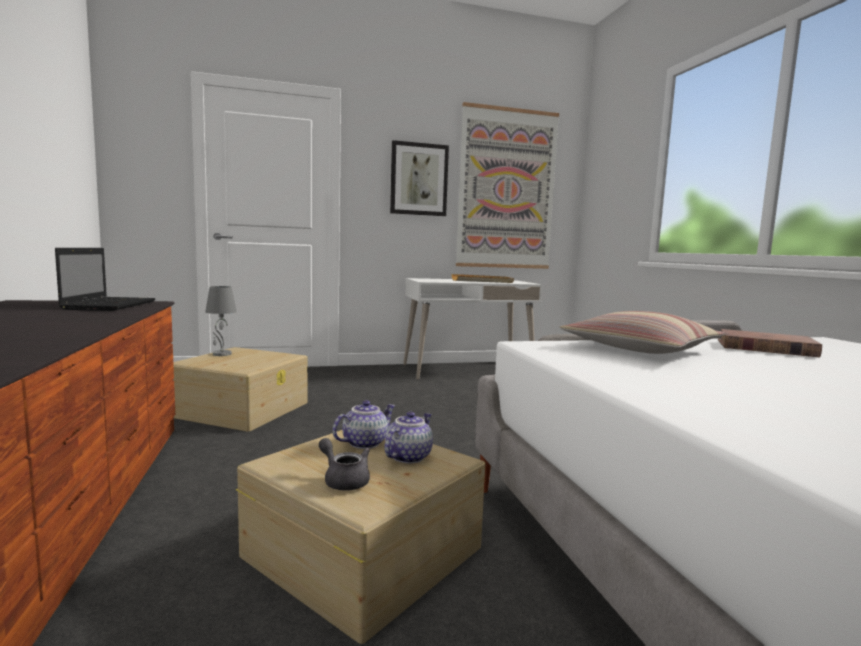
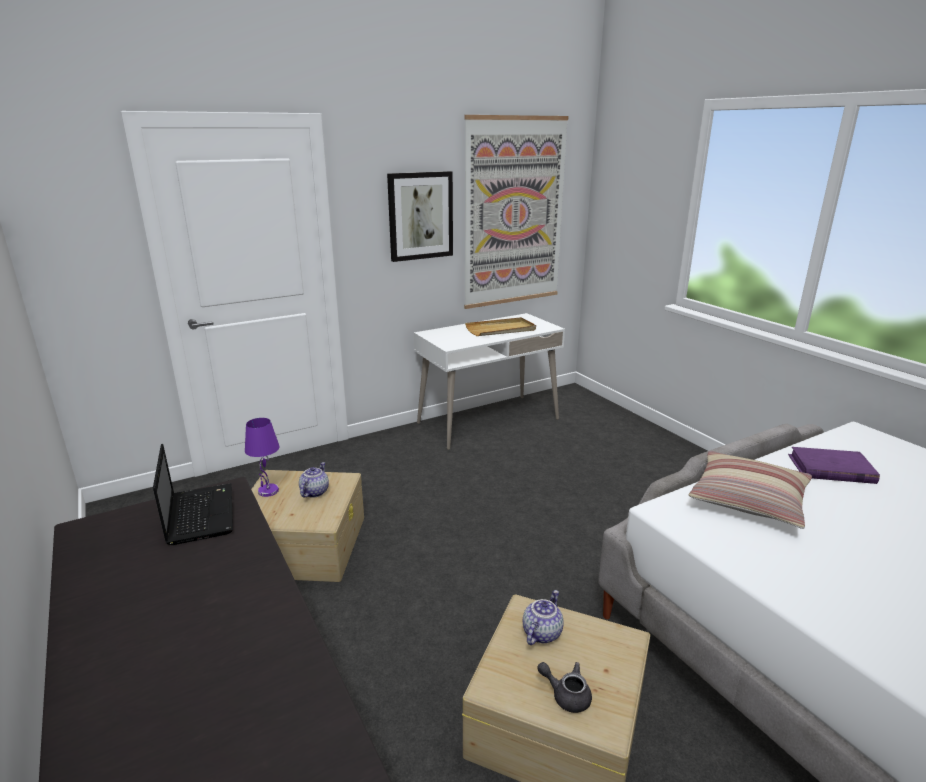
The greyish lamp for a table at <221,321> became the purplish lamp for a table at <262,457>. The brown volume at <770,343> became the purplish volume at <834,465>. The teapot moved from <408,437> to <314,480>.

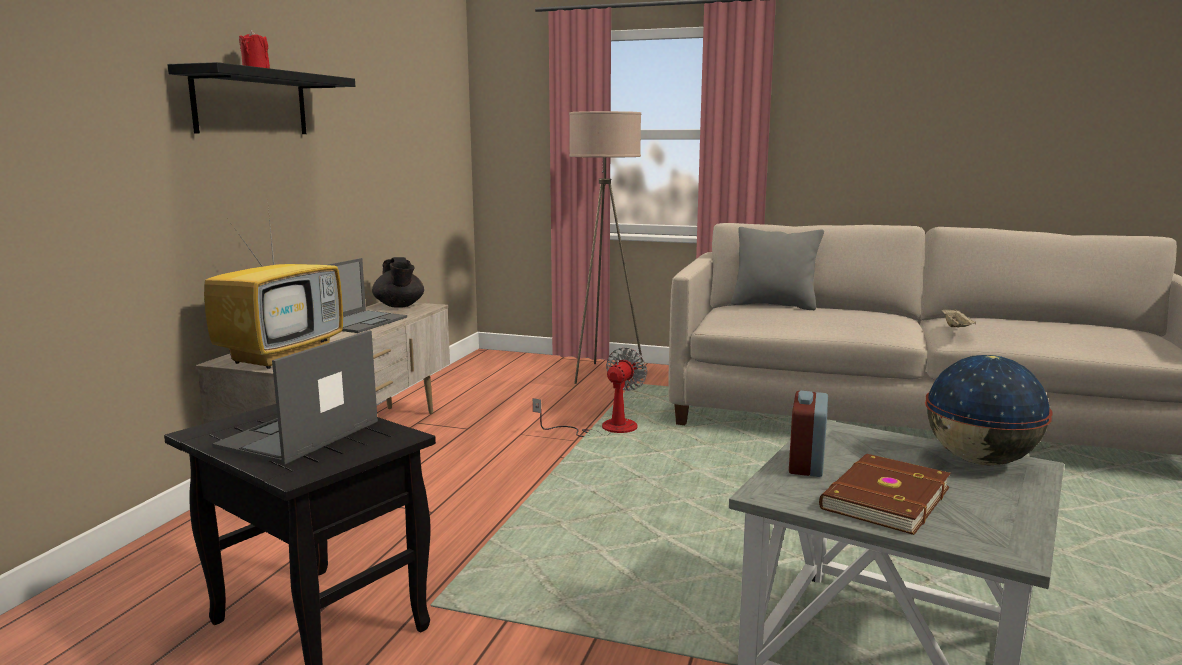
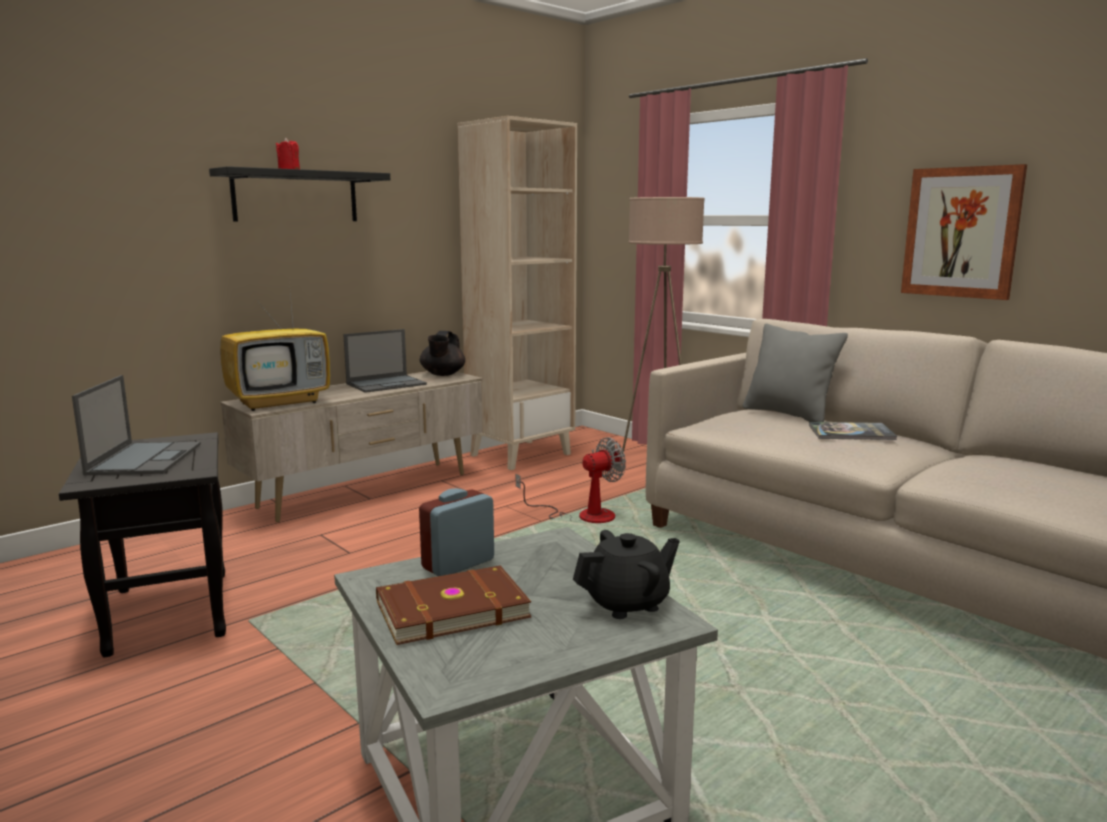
The sand-coloured tray at <958,317> disappeared. The portable computer at <295,397> turned 120 degrees clockwise. The globe at <989,410> was replaced by the blackish teapot at <626,574>. The sand-coloured bookshelf at <517,293> appeared. The picture at <964,232> appeared. The volume at <853,431> appeared.

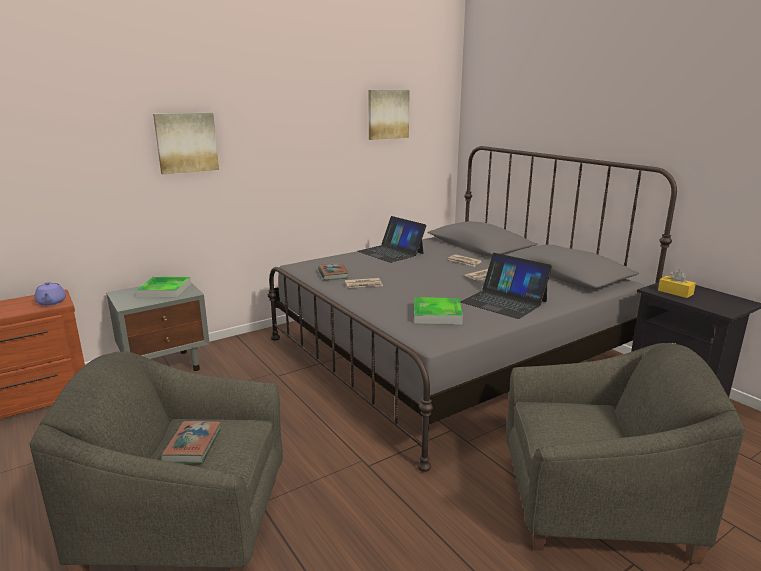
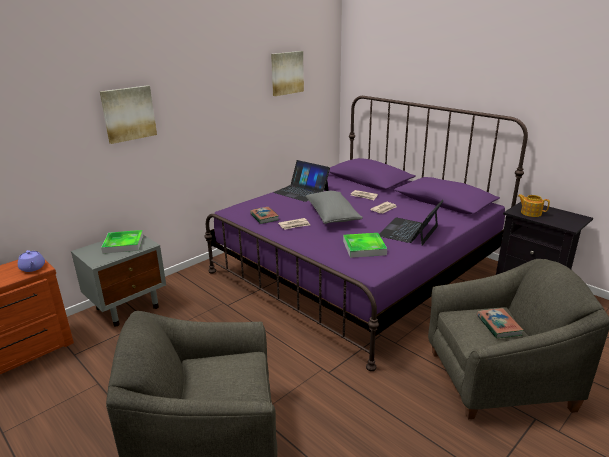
The greyish bed at <472,309> became the purplish bed at <366,233>. The portable computer at <506,286> turned 90 degrees clockwise. The yellow-coloured box of tissues at <677,283> was replaced by the teapot at <534,205>. The volume moved from <190,442> to <500,323>. The greyish throw pillow at <334,207> appeared.

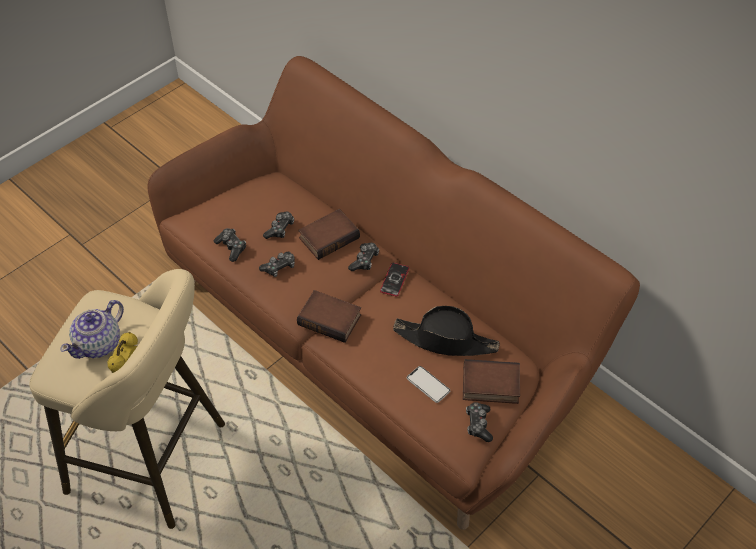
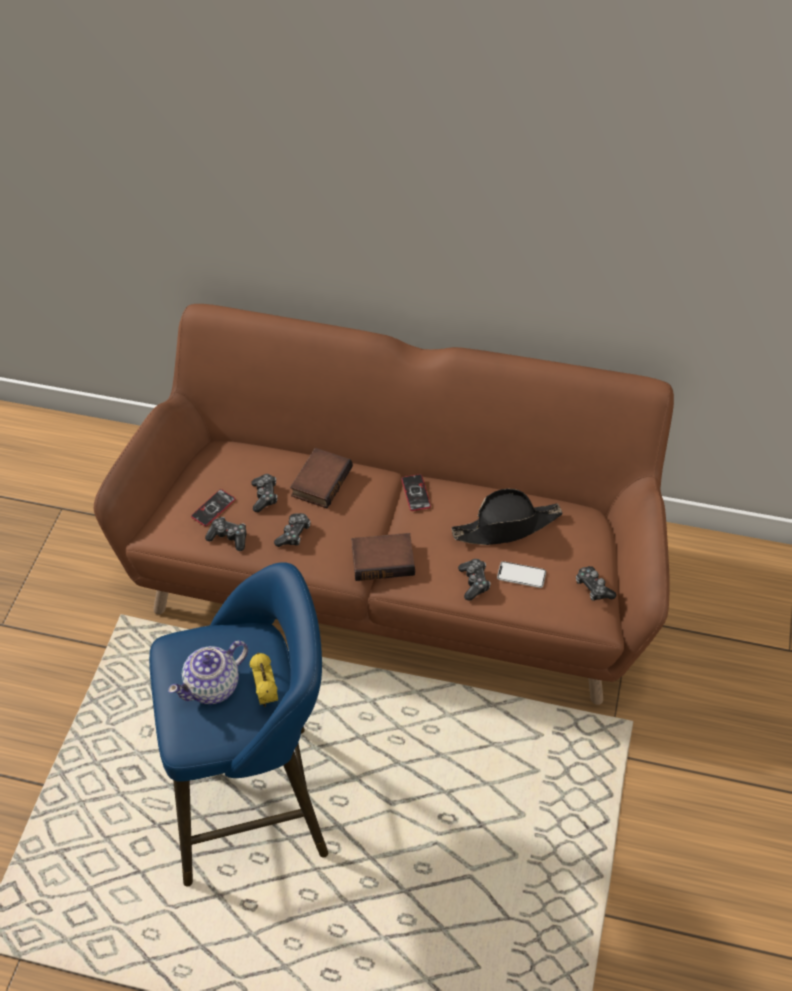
The game controller moved from <363,257> to <474,579>. The sand-coloured sitting stool at <127,399> became the bluish sitting stool at <238,724>. The teapot at <92,329> turned 45 degrees clockwise. The volume at <491,381> disappeared. The telephone at <213,507> appeared.

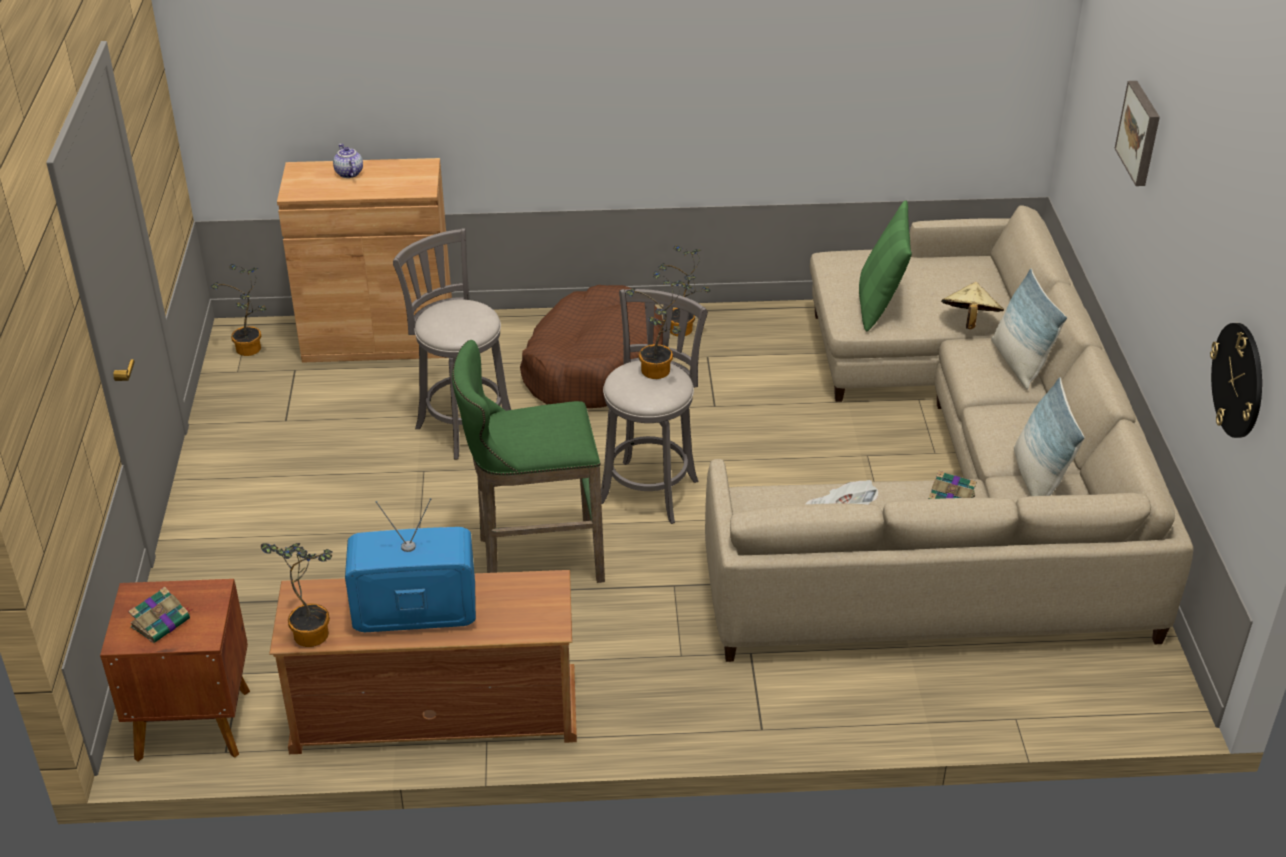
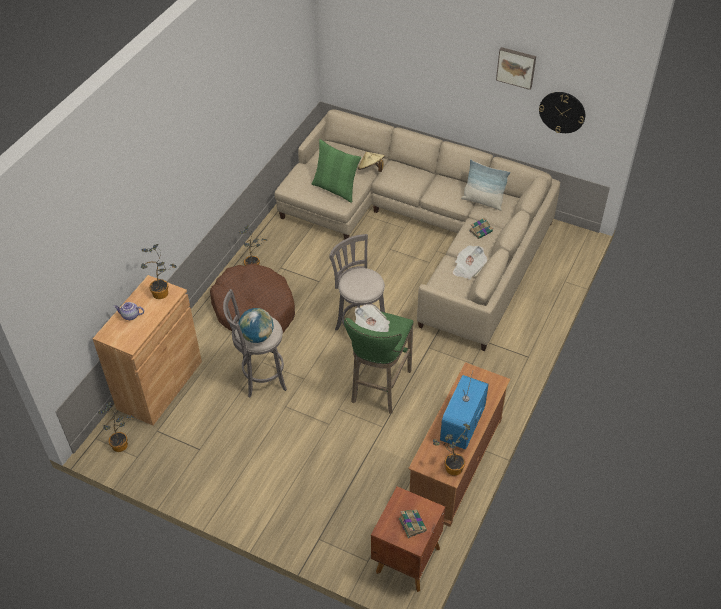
The picture moved from <1137,133> to <516,68>. The throw pillow at <1029,329> disappeared. The potted plant moved from <655,325> to <158,271>. The printed paper at <372,318> appeared. The globe at <256,325> appeared.

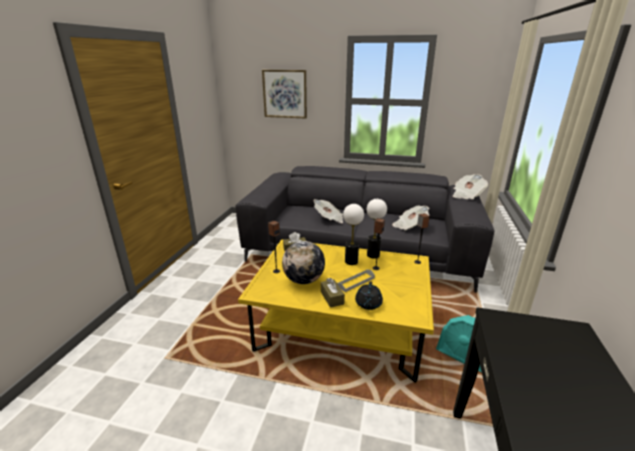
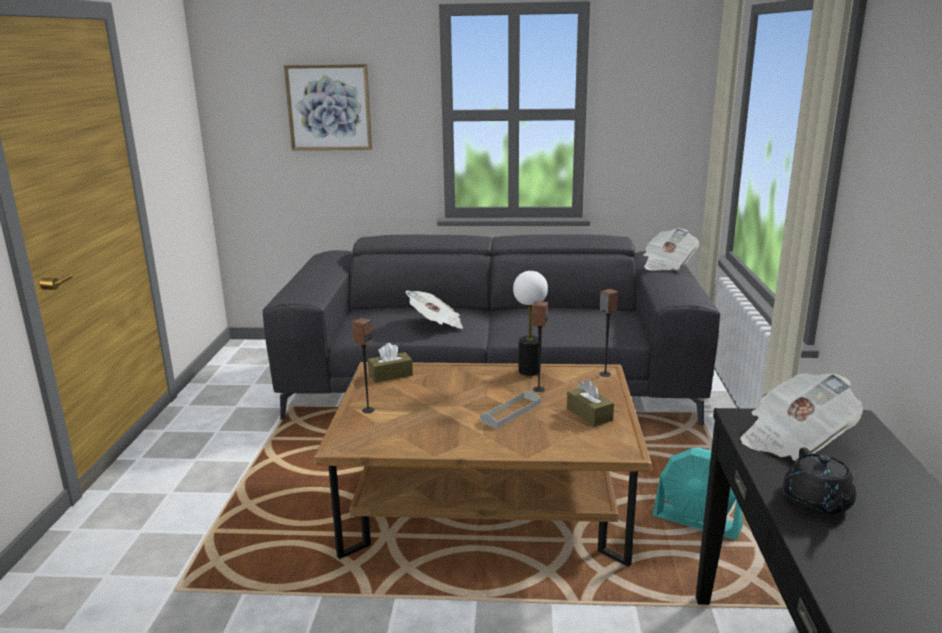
The lamp for a table at <353,234> disappeared. The printed paper moved from <411,218> to <801,417>. The yellow-coloured lounge table at <336,311> became the brown lounge table at <483,464>. The globe at <303,262> disappeared. The brown box of tissues moved from <333,293> to <590,403>. The blackish teapot moved from <369,295> to <819,481>.

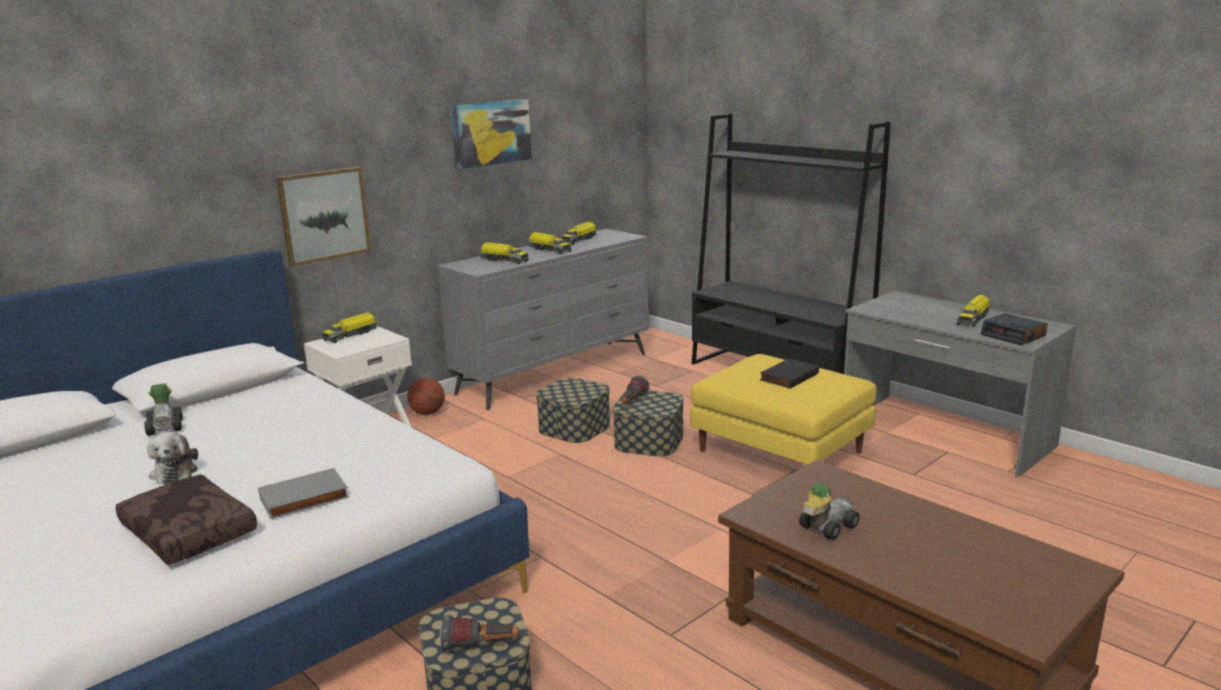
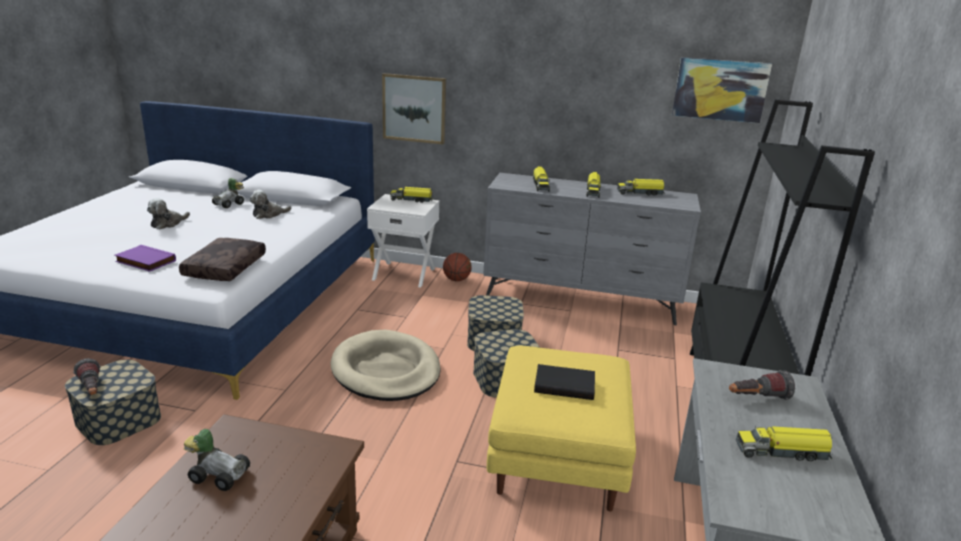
The picture moved from <491,134> to <722,90>. The alarm clock at <1014,329> disappeared. The hand torch moved from <635,389> to <762,385>. The greyish volume at <303,493> became the purplish volume at <145,258>. The brown throw pillow moved from <186,519> to <222,259>. The cuddly toy at <270,204> appeared. The sand-coloured dog bed at <386,365> appeared.

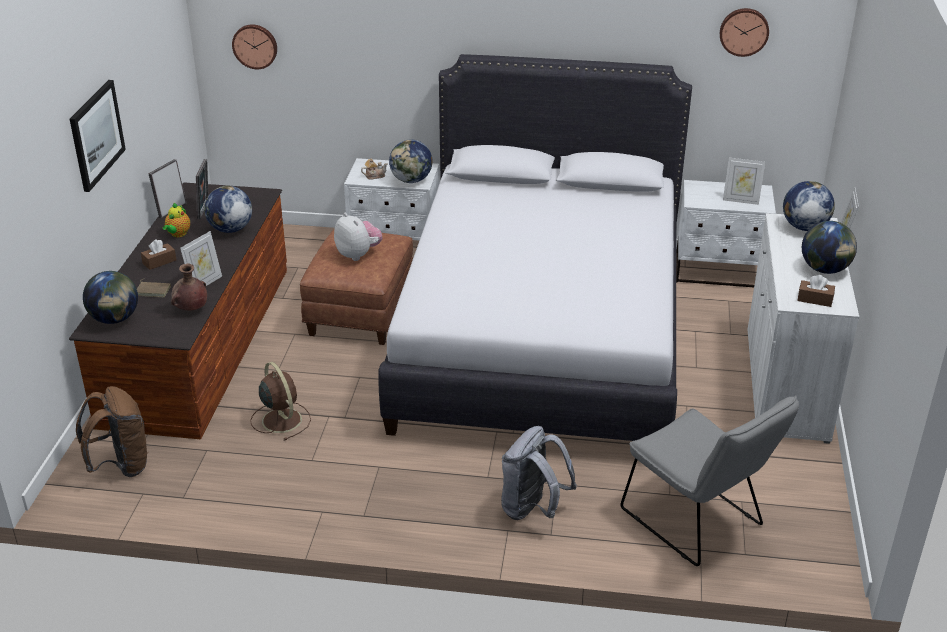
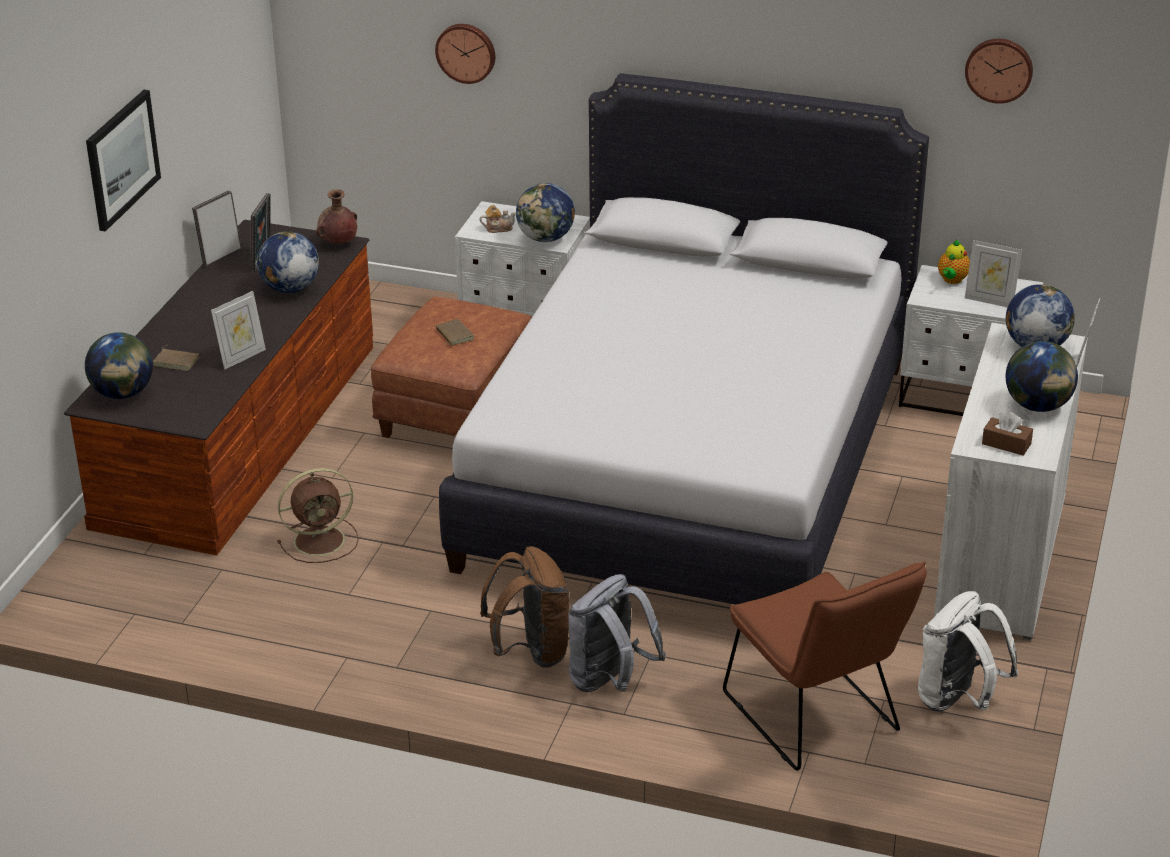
The wall clock moved from <254,46> to <465,54>. The teapot moved from <176,220> to <954,261>. The cuddly toy at <358,237> was replaced by the brown volume at <455,332>. The brown box of tissues at <158,254> disappeared. The brown flower vase moved from <189,287> to <336,216>. The brown cooling fan at <280,401> turned 90 degrees clockwise. The brown rucksack moved from <112,431> to <525,607>. The greyish plain chair at <710,480> became the brown plain chair at <825,666>. The white-coloured rucksack at <968,651> appeared.

